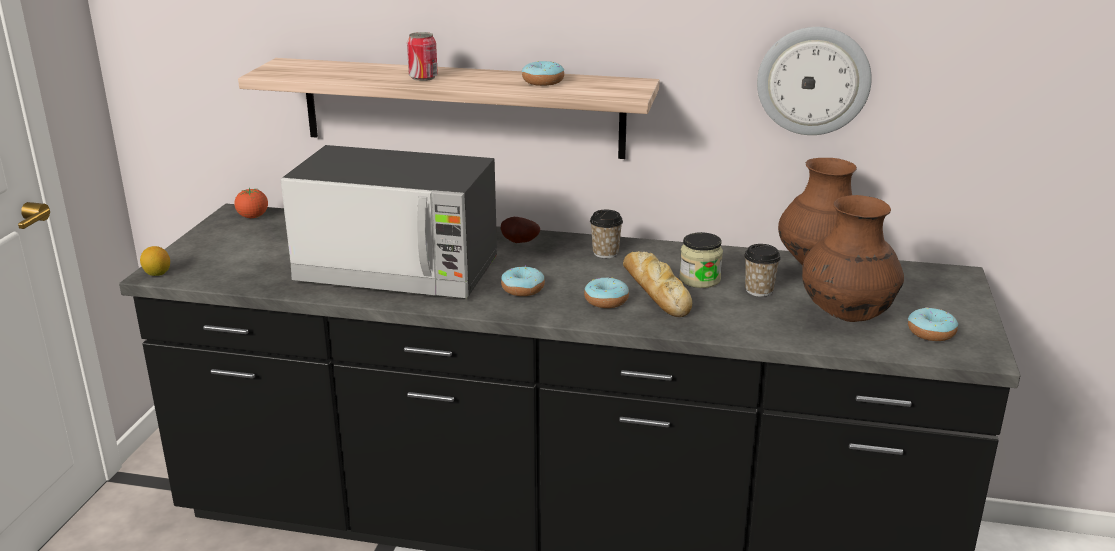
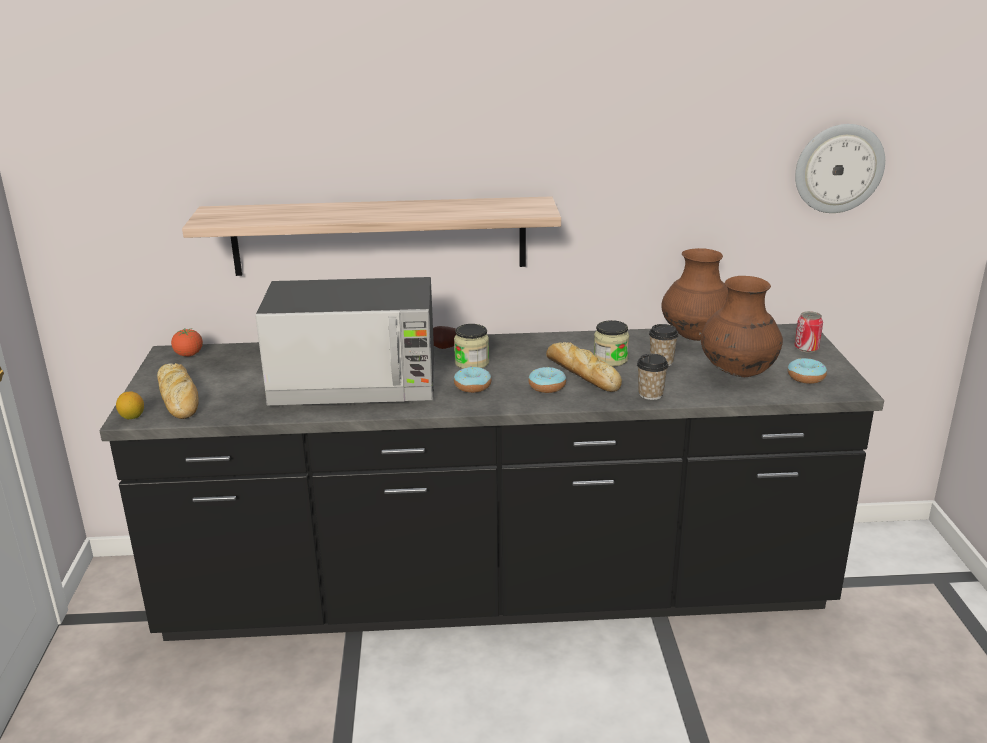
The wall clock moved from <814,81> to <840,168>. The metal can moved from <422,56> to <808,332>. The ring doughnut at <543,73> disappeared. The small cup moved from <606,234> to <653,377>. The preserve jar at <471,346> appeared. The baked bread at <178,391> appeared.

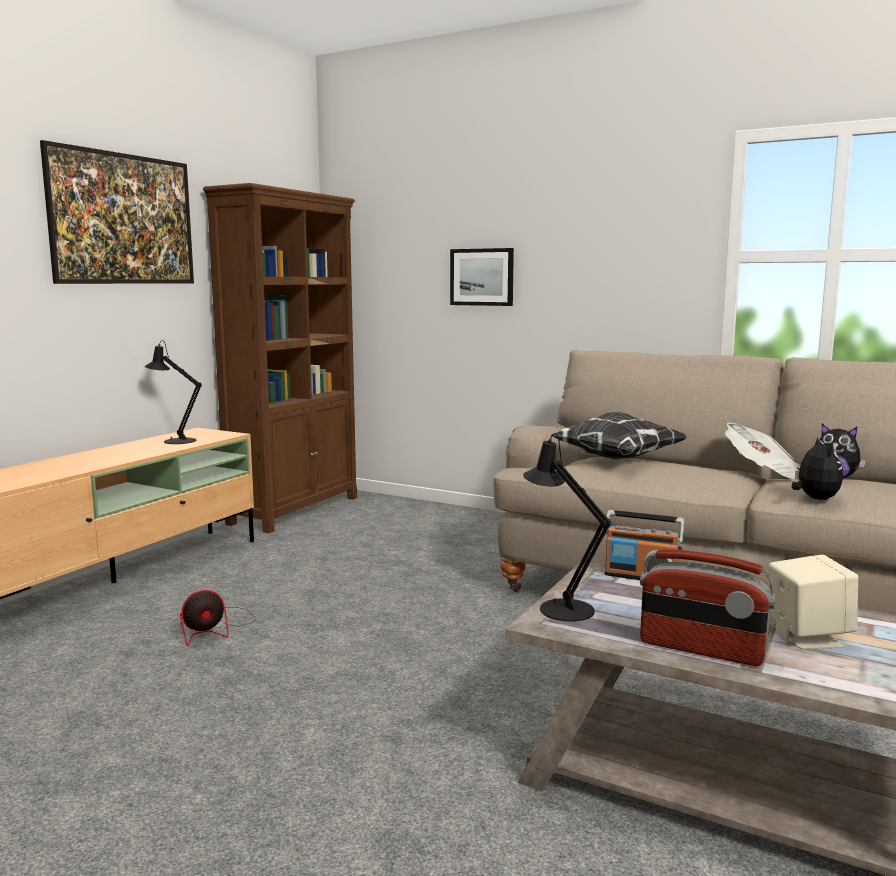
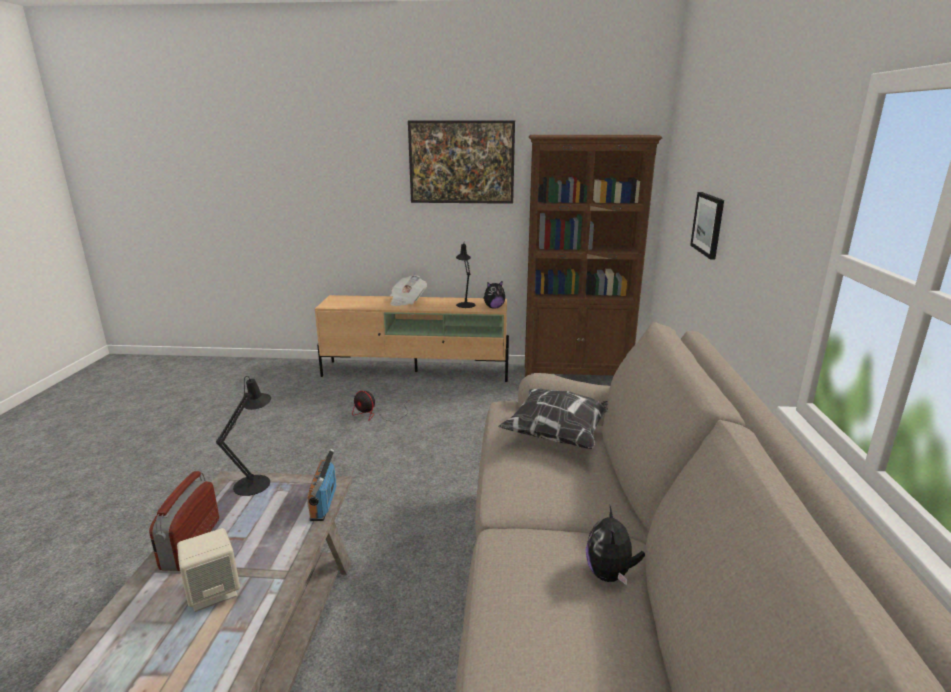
The printed paper moved from <762,451> to <408,290>. The cuddly toy moved from <817,469> to <494,295>.

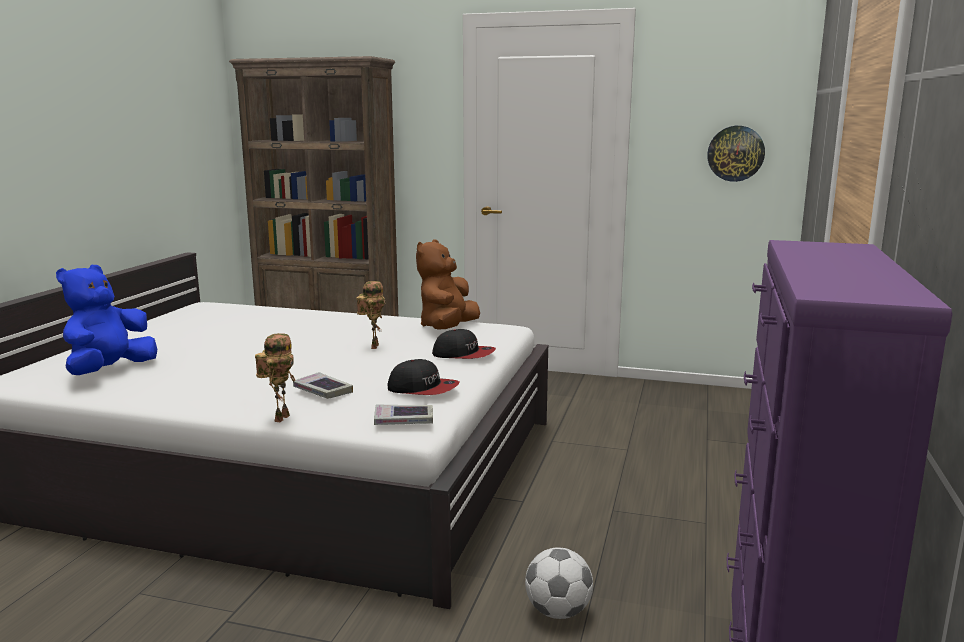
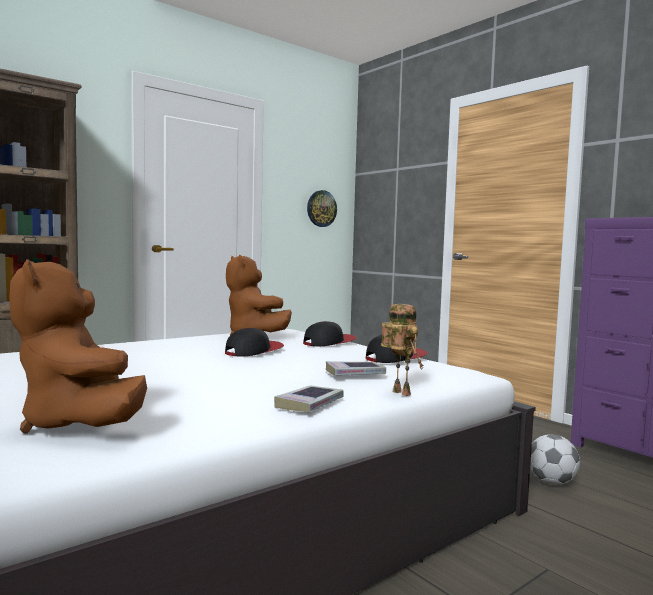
The bluish cuddly toy at <106,320> became the brown cuddly toy at <78,346>. The model robot at <370,315> was replaced by the cap at <254,342>. The volume moved from <403,414> to <309,399>.

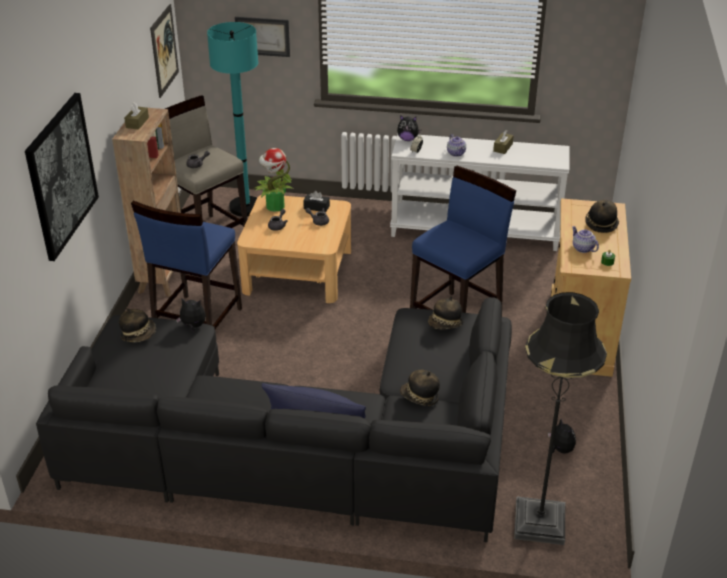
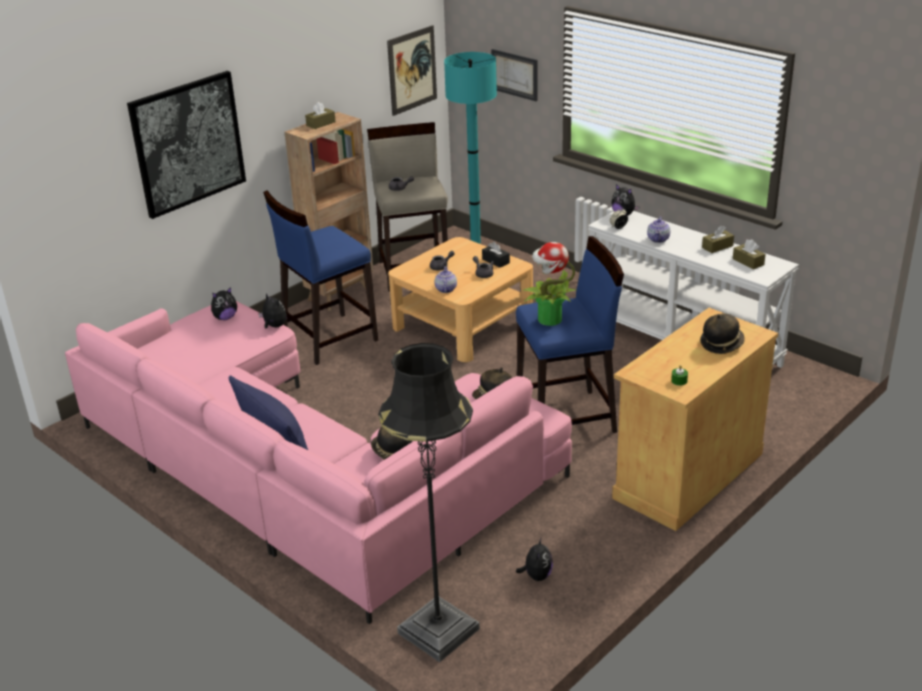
The potted plant moved from <274,180> to <549,284>. The teapot moved from <585,239> to <446,279>. The blackish sofa at <274,419> became the pinkish sofa at <318,462>. The hat at <137,325> was replaced by the cuddly toy at <224,303>. The brown box of tissues at <749,254> appeared.

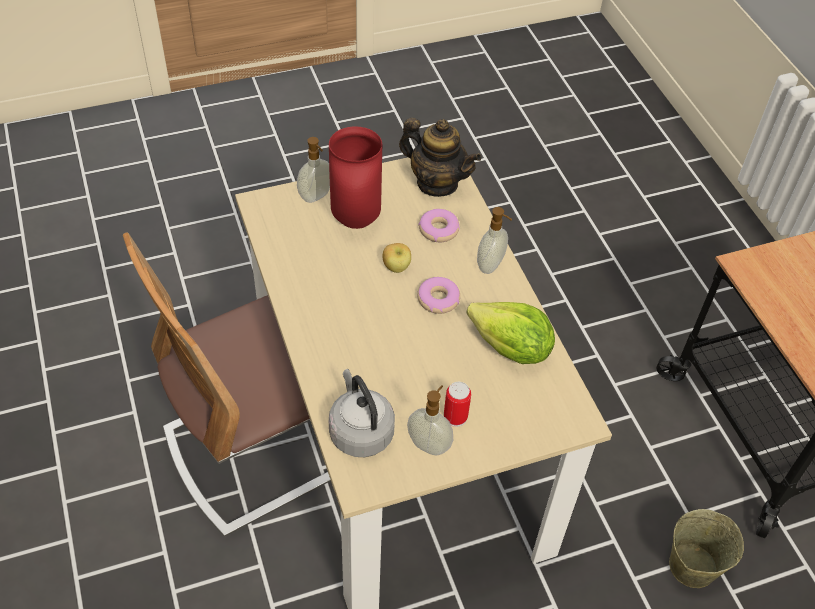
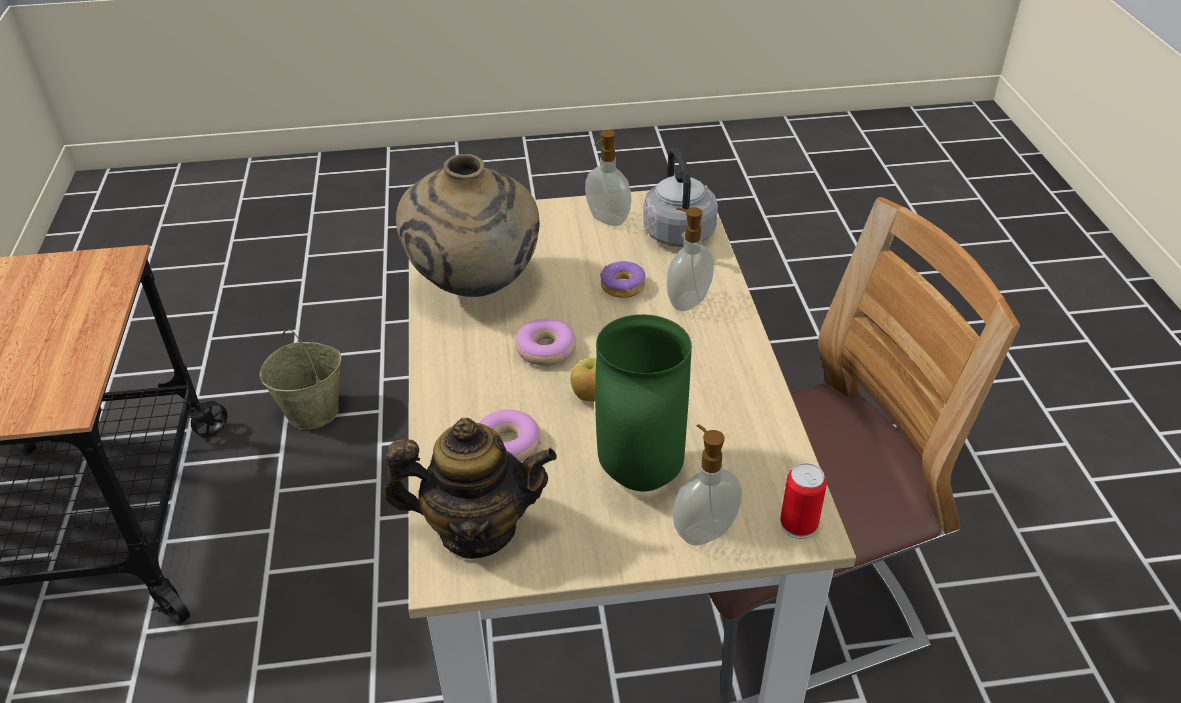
The teapot at <440,157> turned 135 degrees clockwise. The red-coloured flower vase at <355,177> became the greenish flower vase at <643,402>. The soap bottle moved from <494,240> to <690,259>. The head of lettuce at <510,333> was replaced by the sand-coloured flower vase at <468,225>. The metal can moved from <457,404> to <803,501>. The ring doughnut at <622,279> appeared.

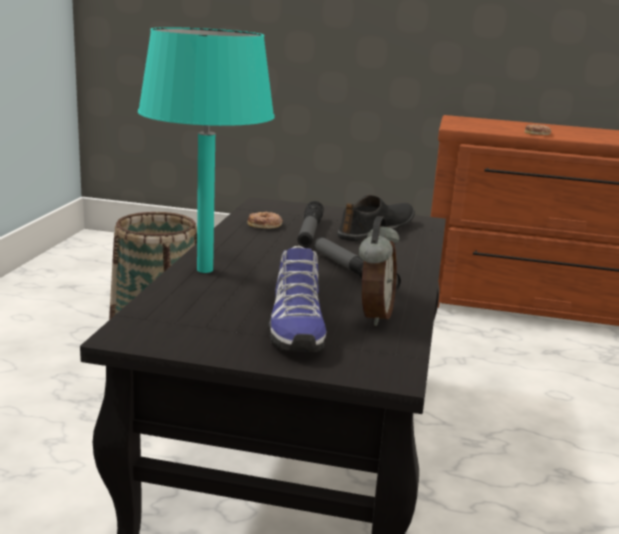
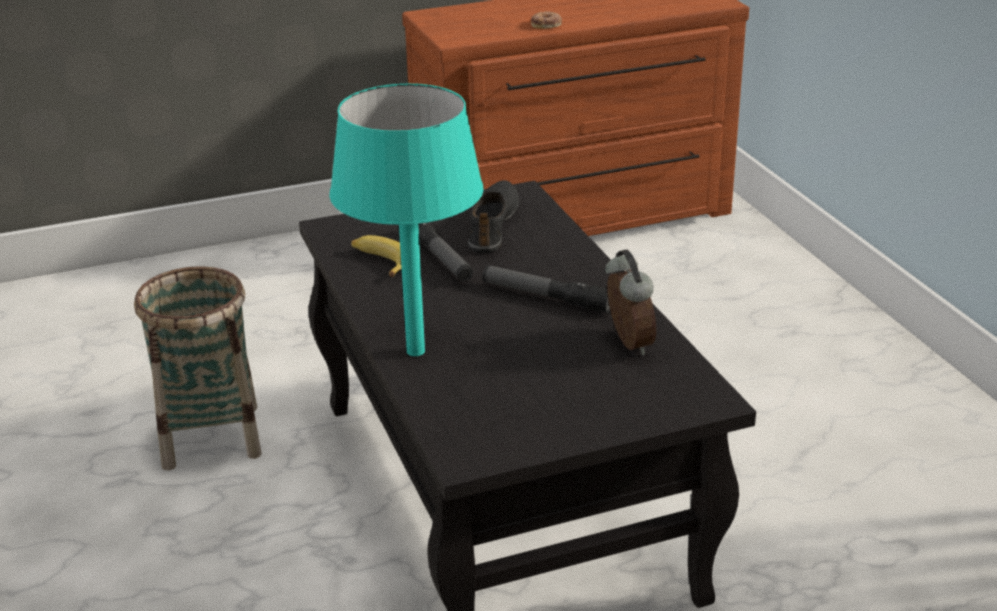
The ring doughnut at <265,220> was replaced by the banana fruit at <376,256>. The low shoe at <297,299> disappeared.

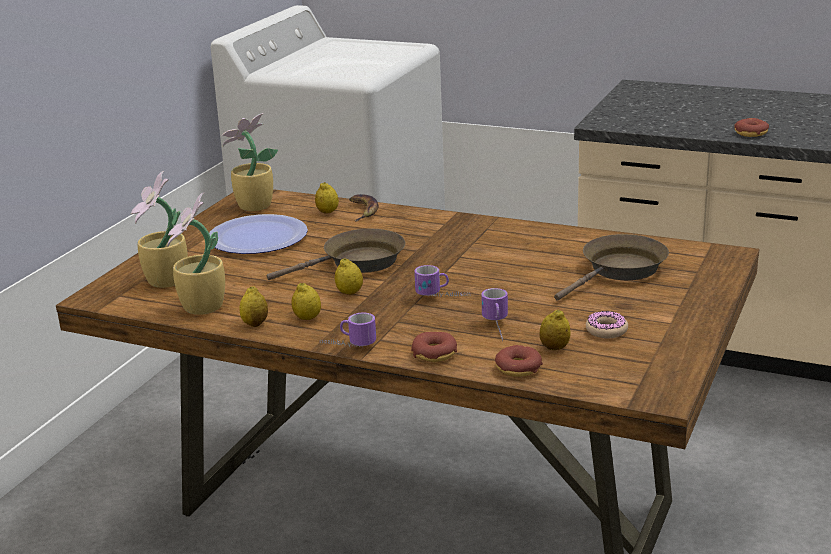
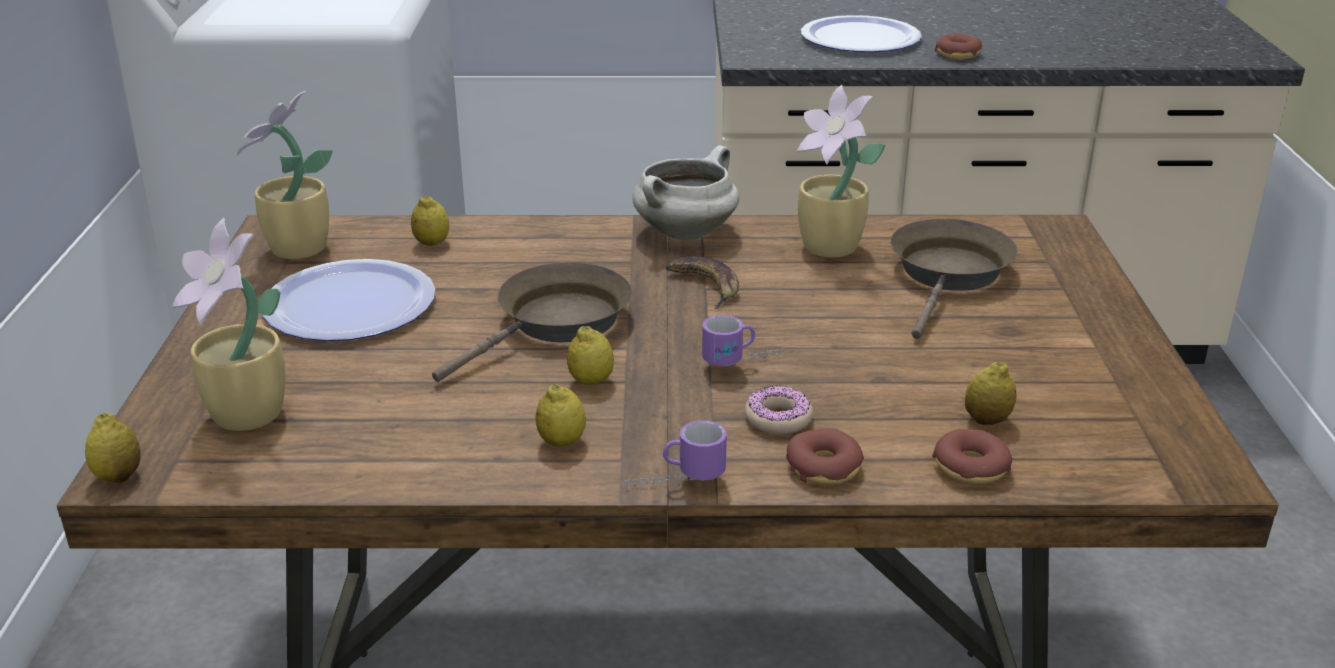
The potted plant moved from <196,253> to <841,171>. The banana fruit moved from <364,207> to <702,283>. The whole lemon moved from <253,306> to <113,447>. The mug at <494,314> disappeared. The ring doughnut moved from <607,324> to <779,409>. The dinner plate at <861,33> appeared. The white-coloured stockpot at <685,192> appeared.

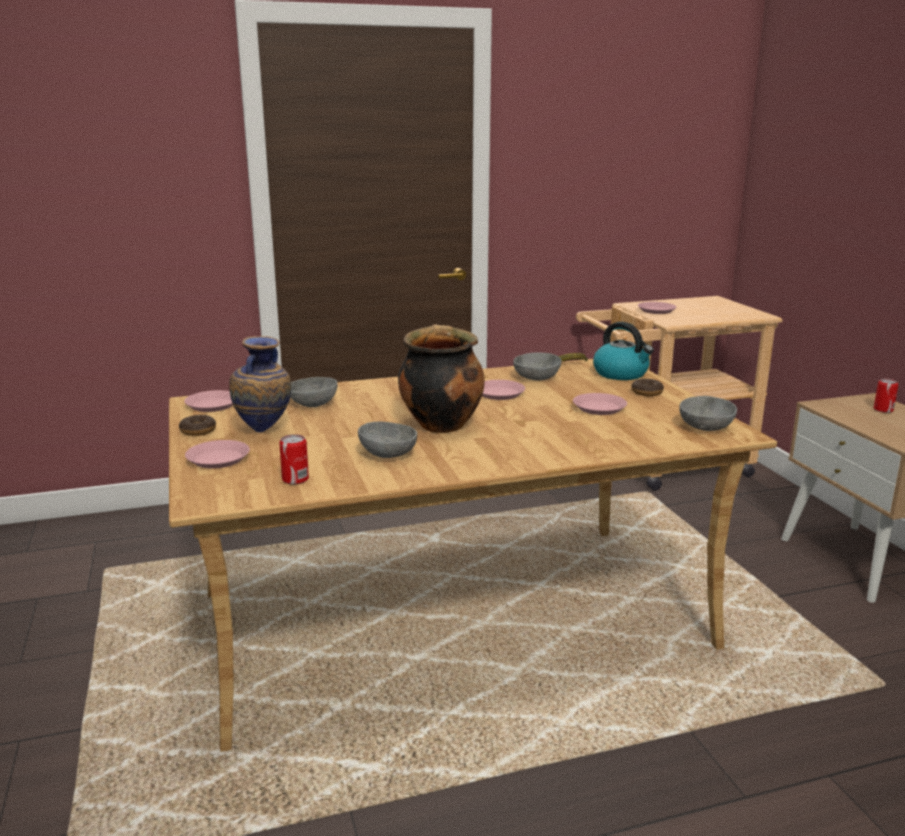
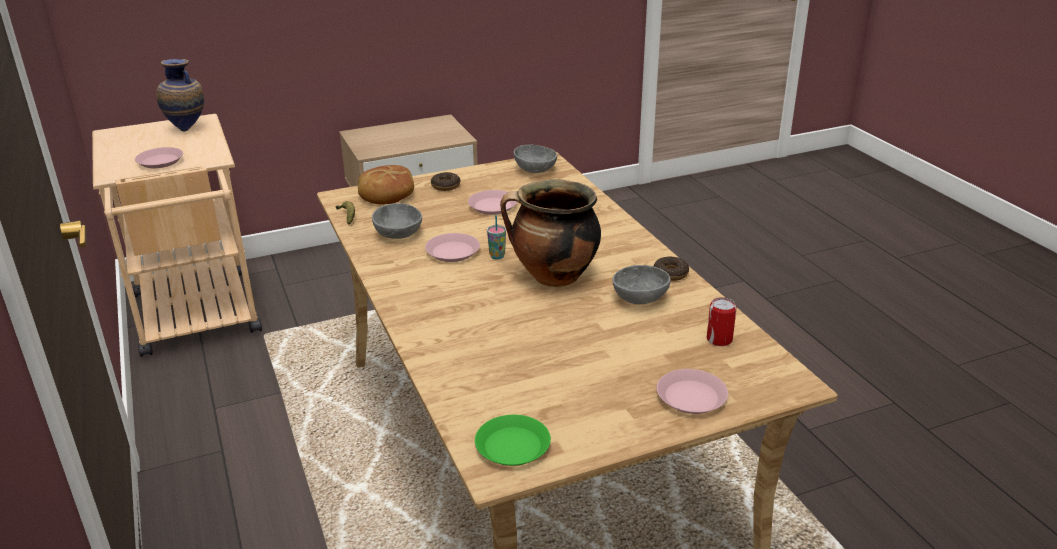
The water kettle at <623,351> was replaced by the baked bread at <386,184>. The flower vase moved from <260,384> to <180,95>. The greyish serving bowl at <313,392> disappeared. The metal can at <886,396> disappeared. The pinkish dinner plate at <208,401> became the greenish dinner plate at <513,440>. The ring doughnut moved from <197,425> to <671,268>. The small cup at <496,237> appeared.

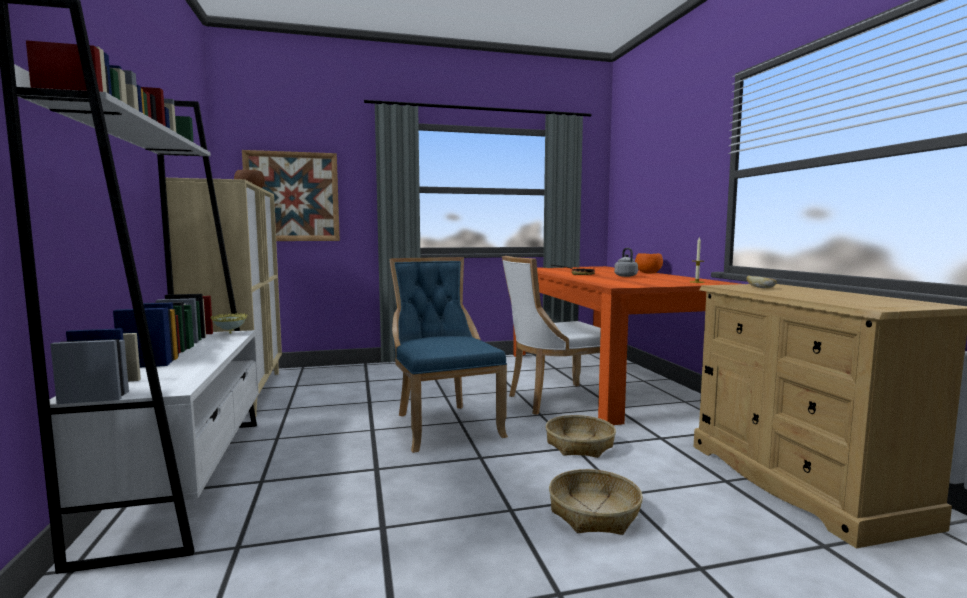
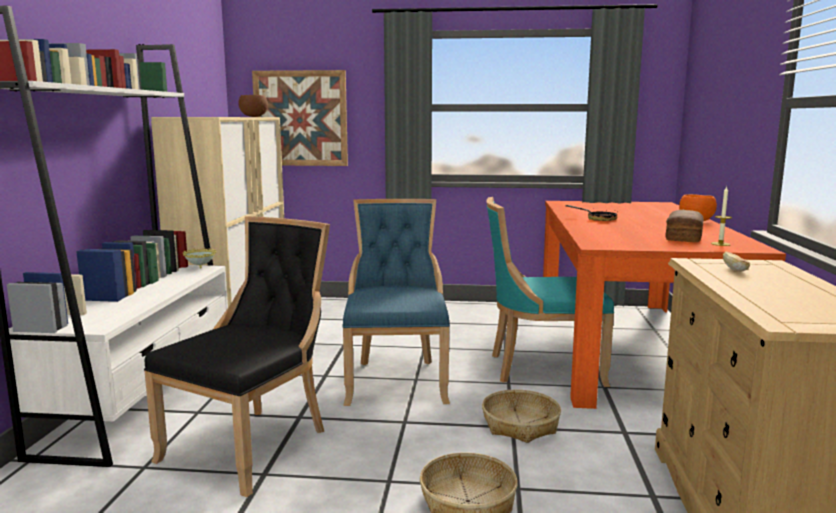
The greyish water kettle at <626,262> disappeared. The white-coloured plain chair at <551,335> became the turquoise plain chair at <550,292>. The baked bread at <684,226> appeared. The blackish plain chair at <237,356> appeared.

